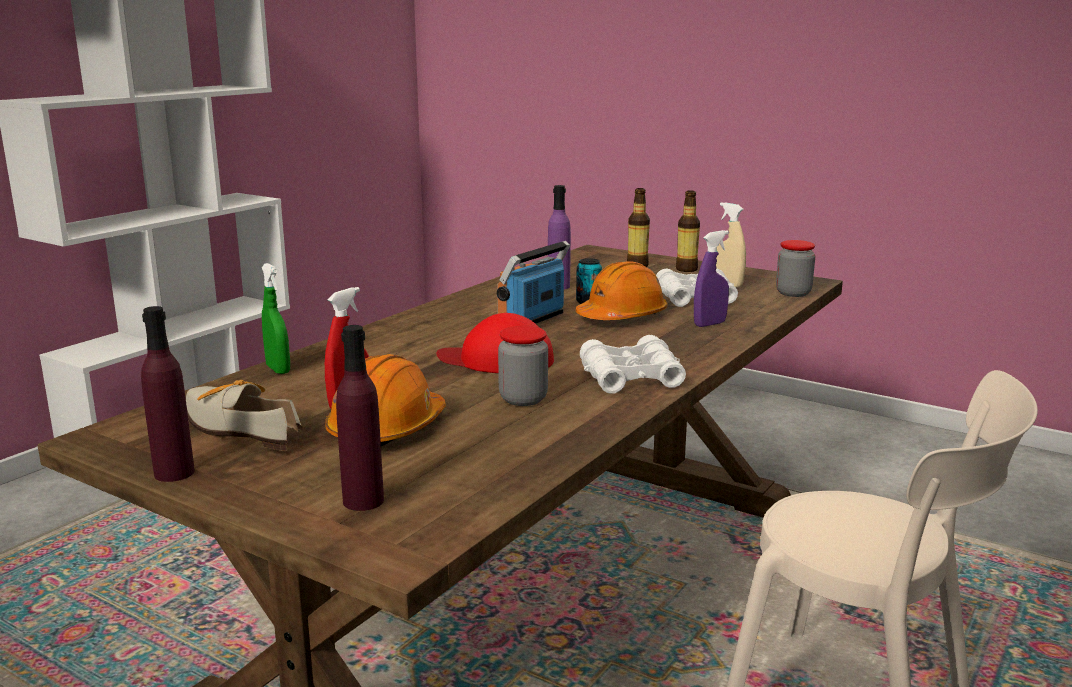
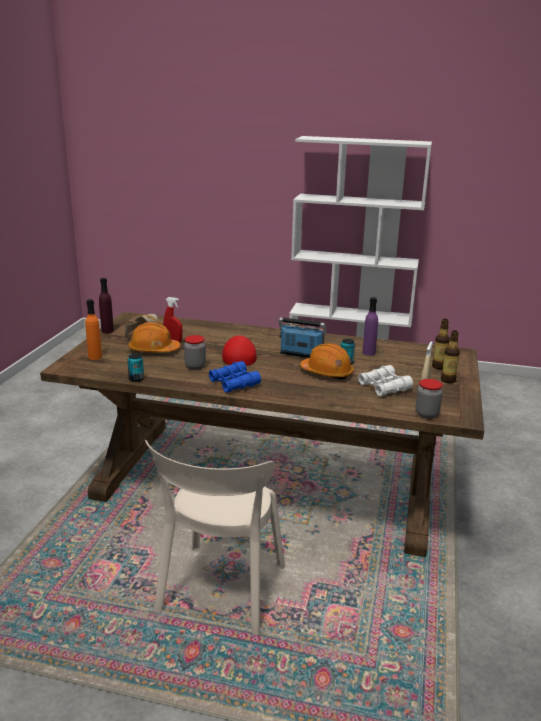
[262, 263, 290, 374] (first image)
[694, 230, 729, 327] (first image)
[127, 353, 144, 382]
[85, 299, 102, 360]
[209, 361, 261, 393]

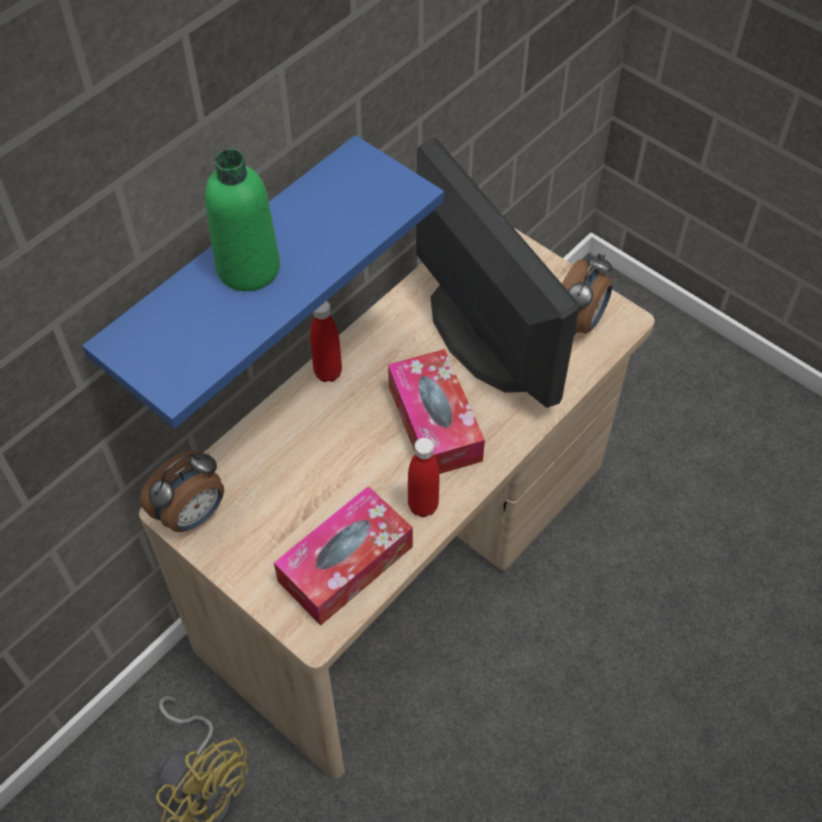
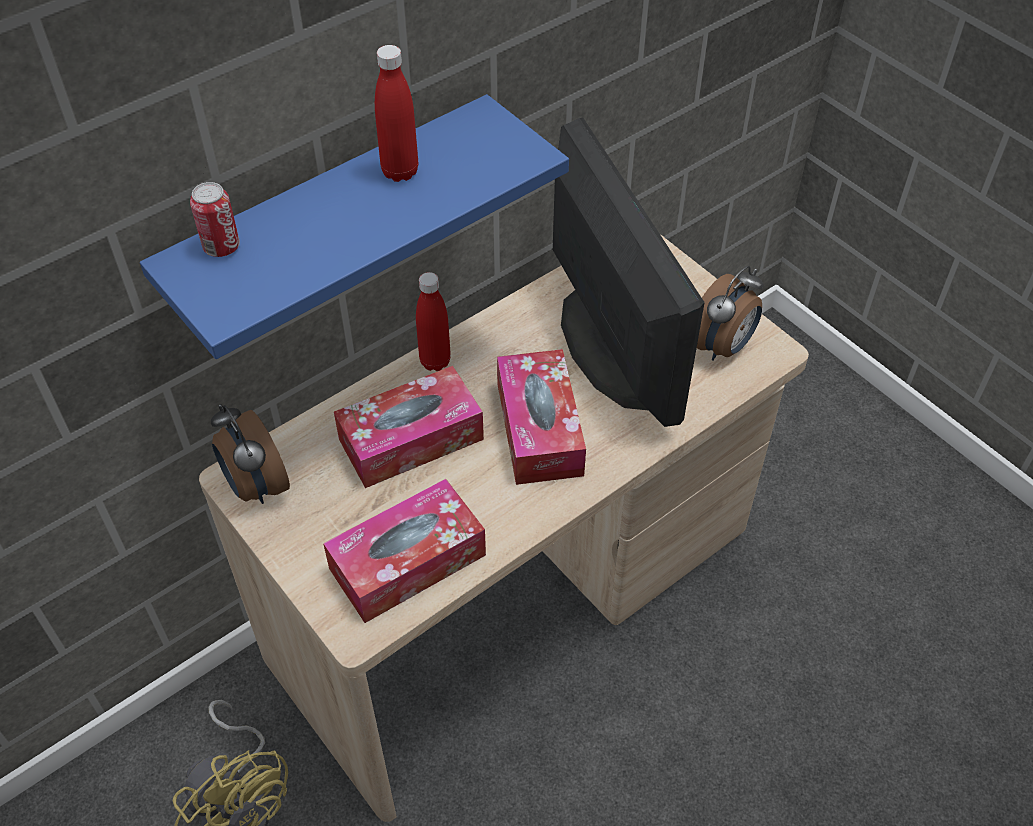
[205, 149, 280, 291] (first image)
[190, 182, 240, 257]
[334, 366, 484, 488]
[375, 45, 418, 182]
[211, 404, 290, 504]

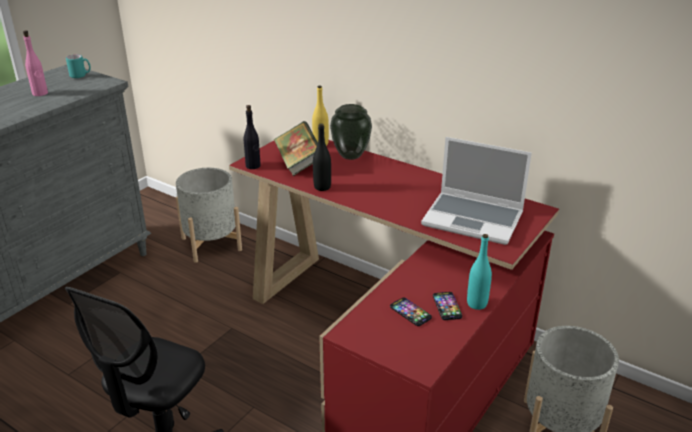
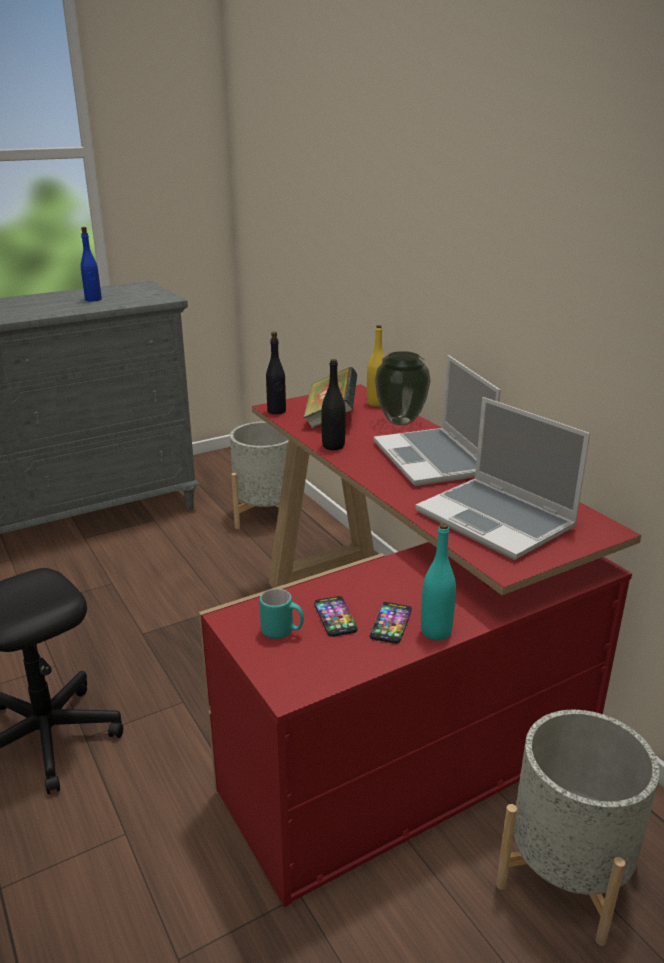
[373, 355, 501, 486]
[259, 589, 304, 639]
[81, 227, 102, 302]

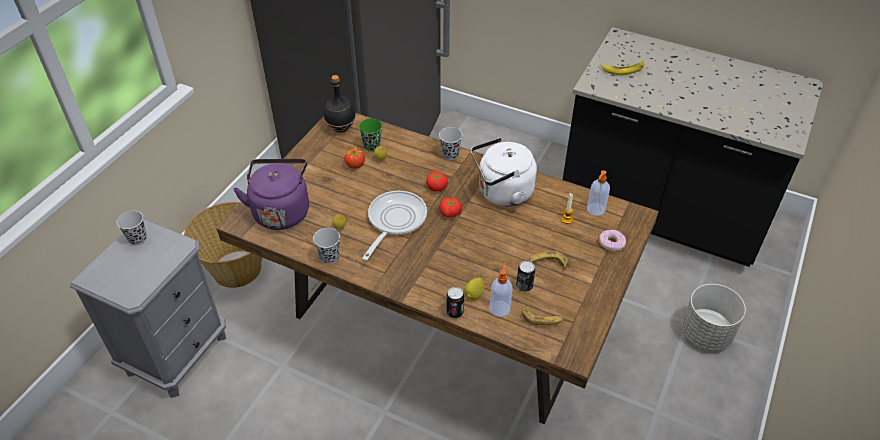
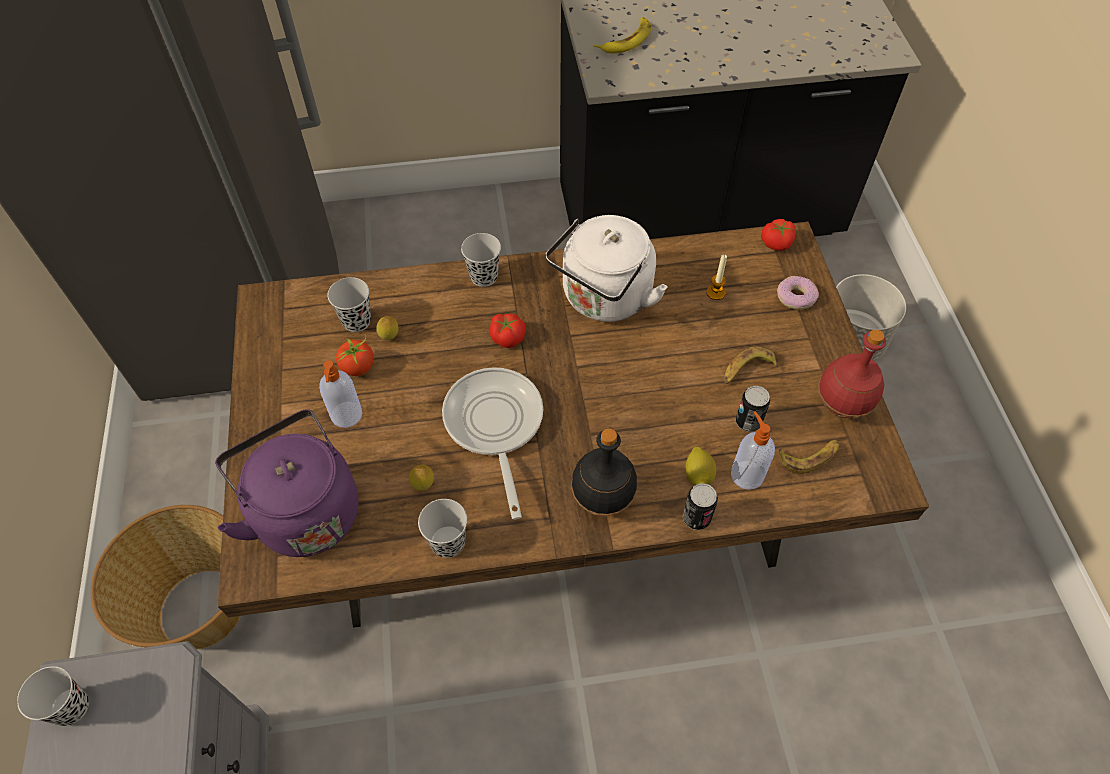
[818, 329, 886, 418]
[571, 429, 637, 516]
[761, 219, 796, 251]
[319, 360, 362, 428]
[327, 277, 371, 332]

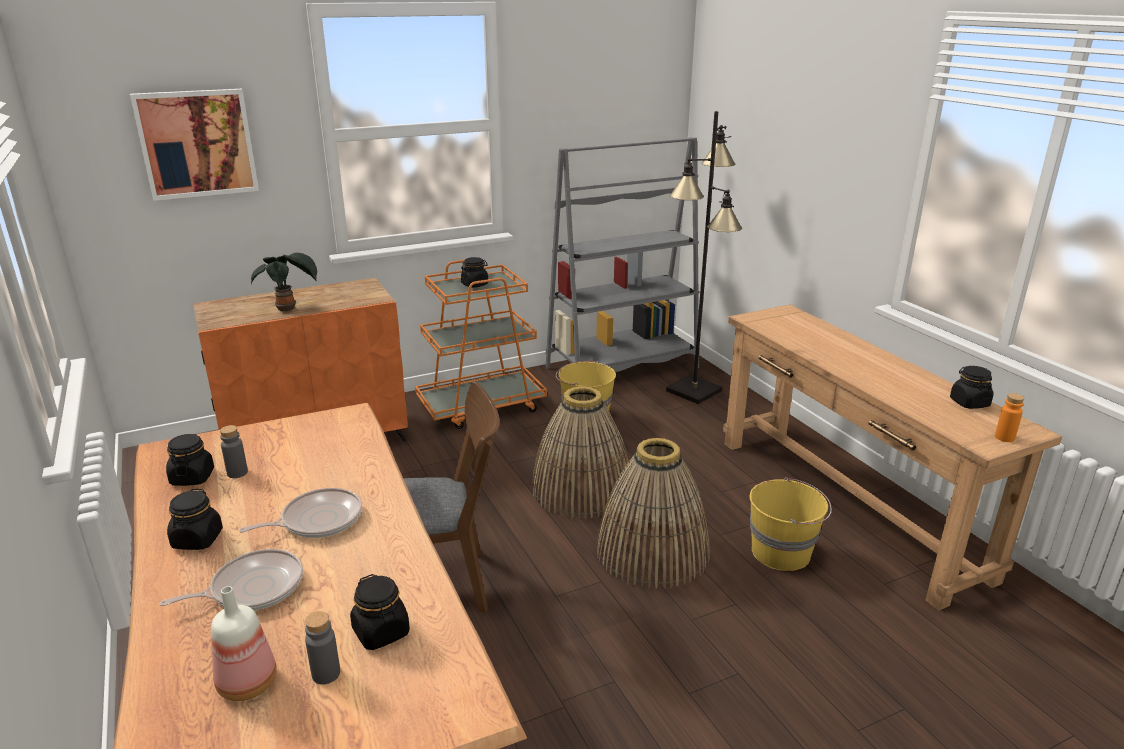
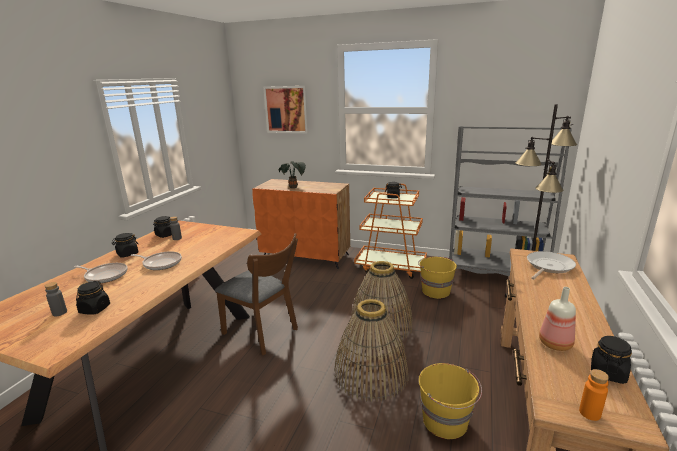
[527, 251, 576, 279]
[539, 287, 576, 351]

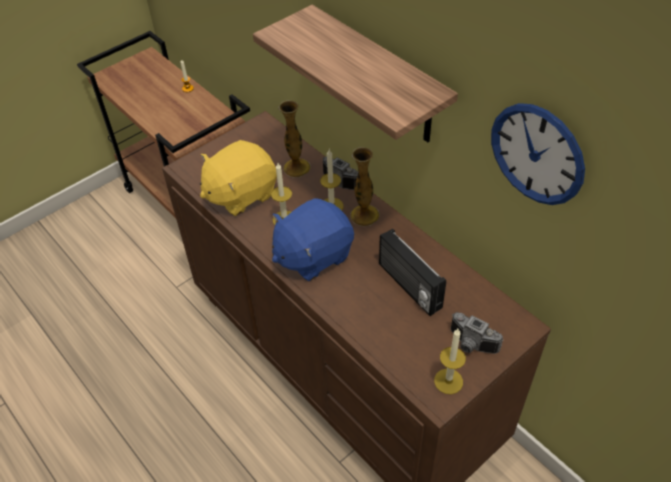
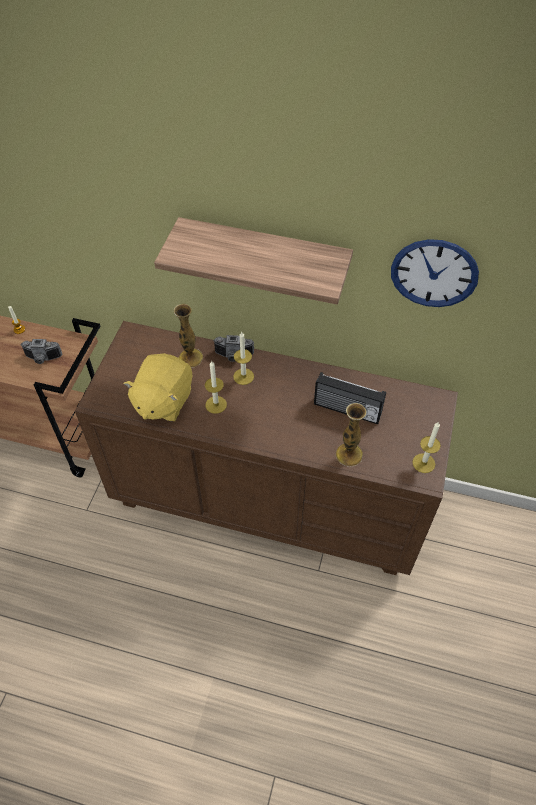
[272, 198, 354, 281] (first image)
[336, 403, 366, 467]
[20, 339, 62, 364]

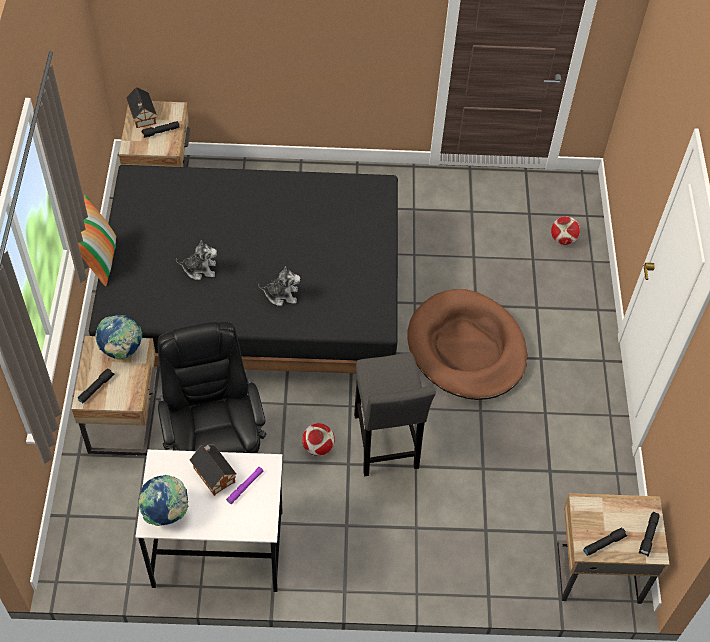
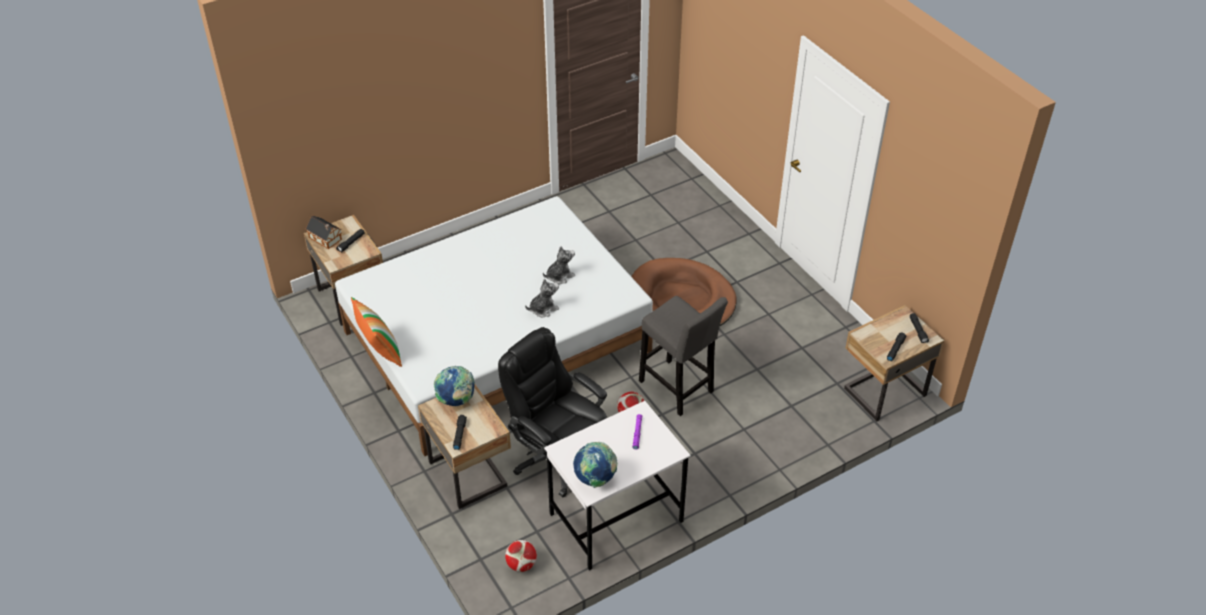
[190, 445, 236, 496] (first image)
[543, 246, 575, 284]
[505, 540, 537, 572]
[335, 196, 653, 456]

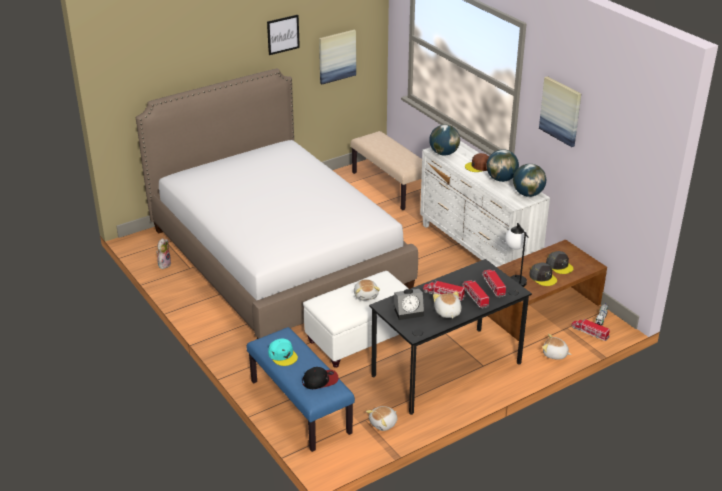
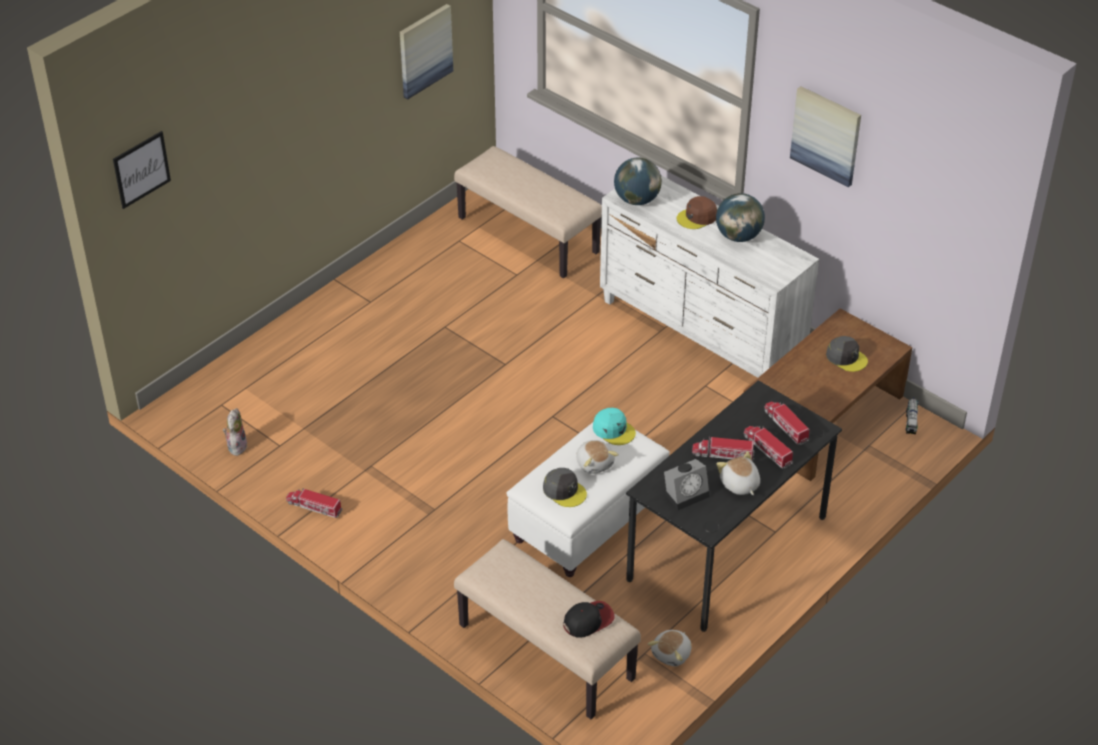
[136, 68, 418, 339] (first image)
[505, 223, 528, 287] (first image)
[513, 164, 546, 197] (first image)
[542, 334, 572, 359] (first image)
[113, 131, 171, 209]
[593, 408, 636, 445]
[543, 468, 587, 507]
[286, 489, 342, 518]
[454, 539, 641, 719]

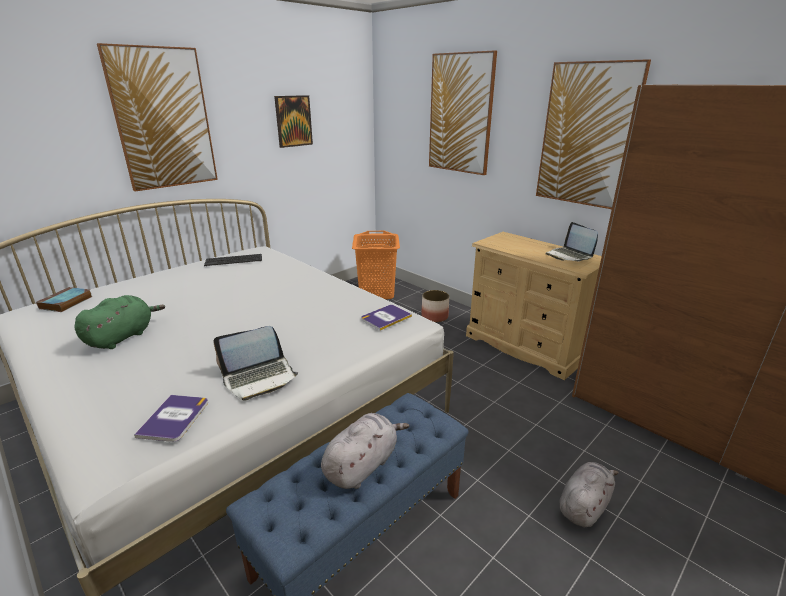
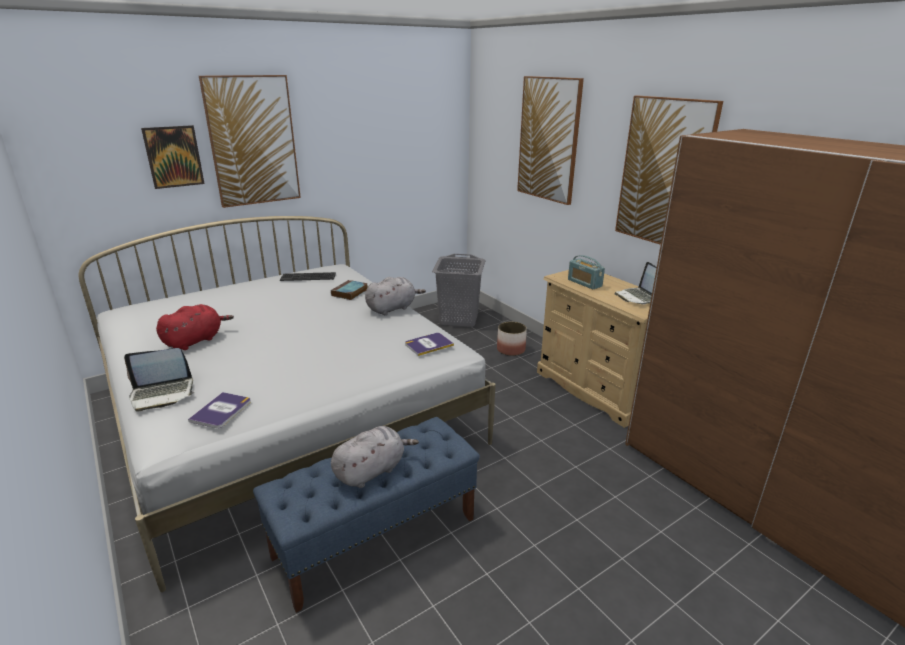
[568, 255, 605, 289]
[331, 280, 368, 300]
[124, 348, 194, 412]
[141, 125, 205, 189]
[365, 277, 426, 315]
[156, 304, 234, 350]
[432, 254, 486, 327]

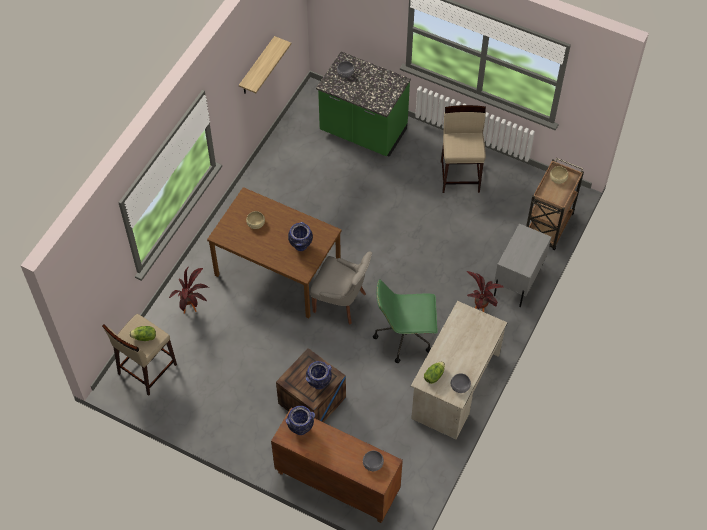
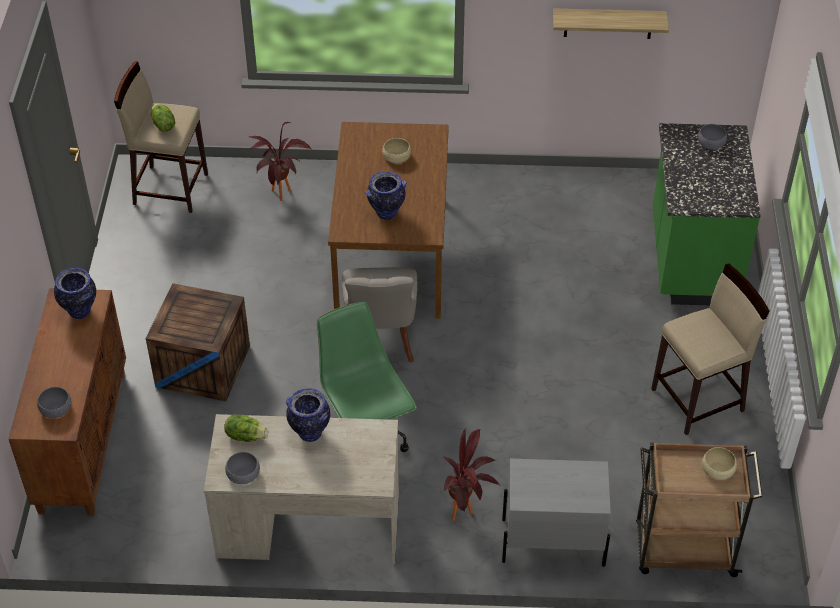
[286, 388, 330, 442]

